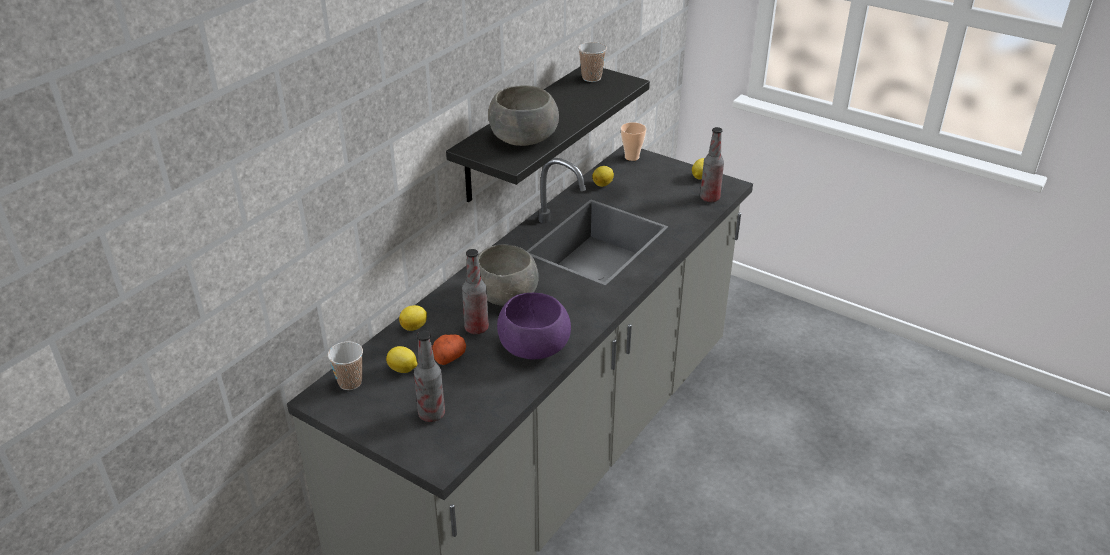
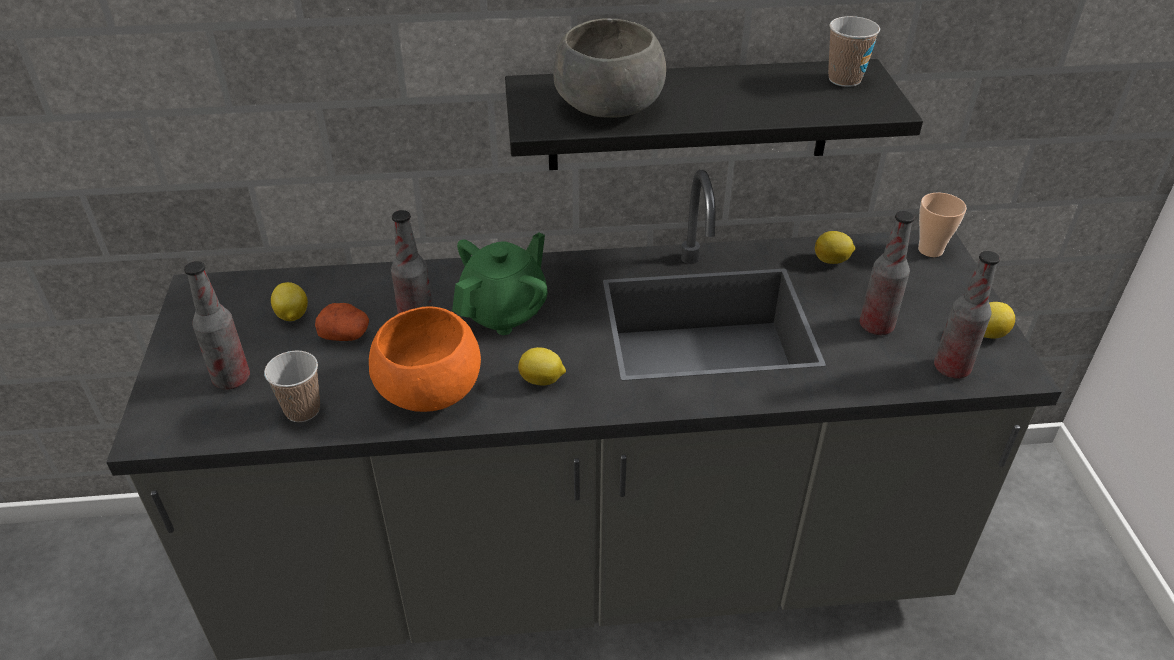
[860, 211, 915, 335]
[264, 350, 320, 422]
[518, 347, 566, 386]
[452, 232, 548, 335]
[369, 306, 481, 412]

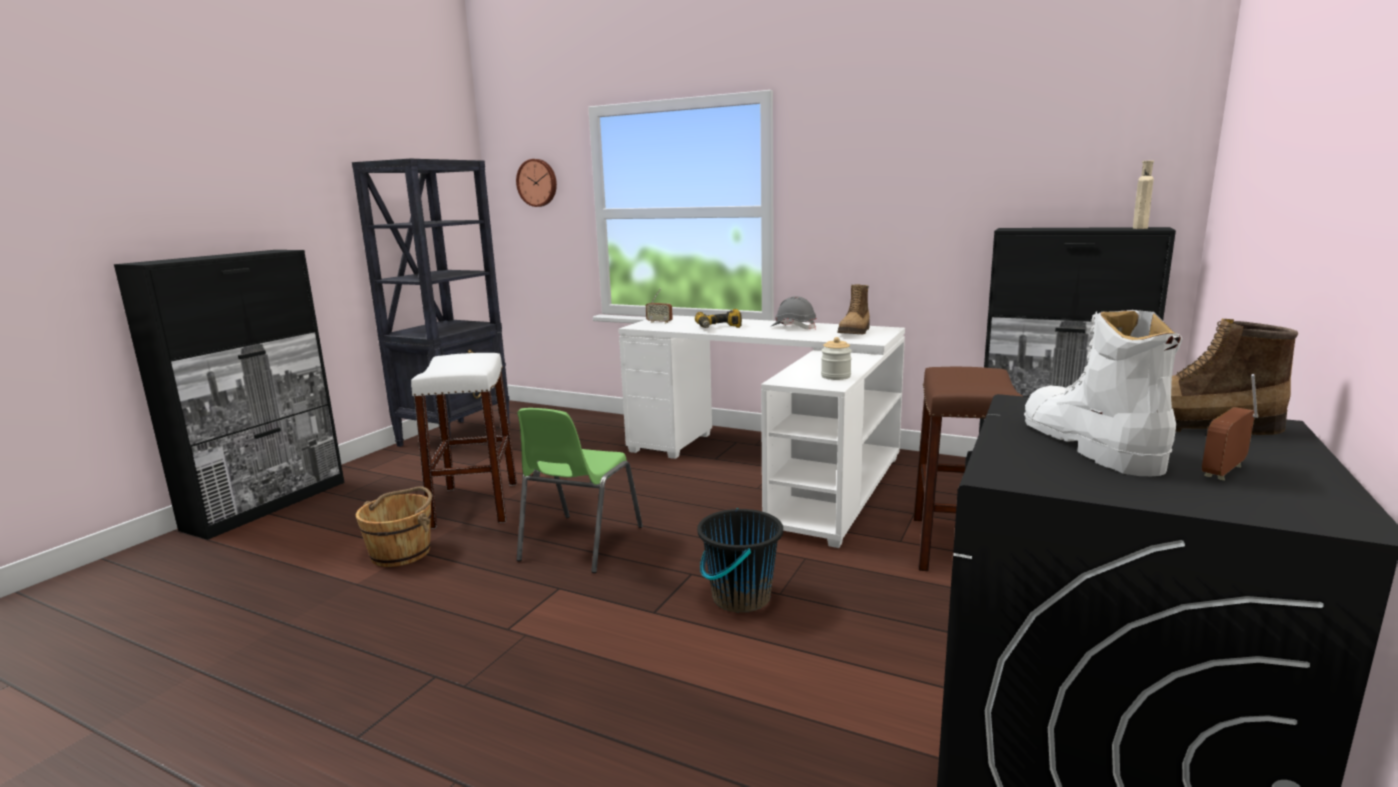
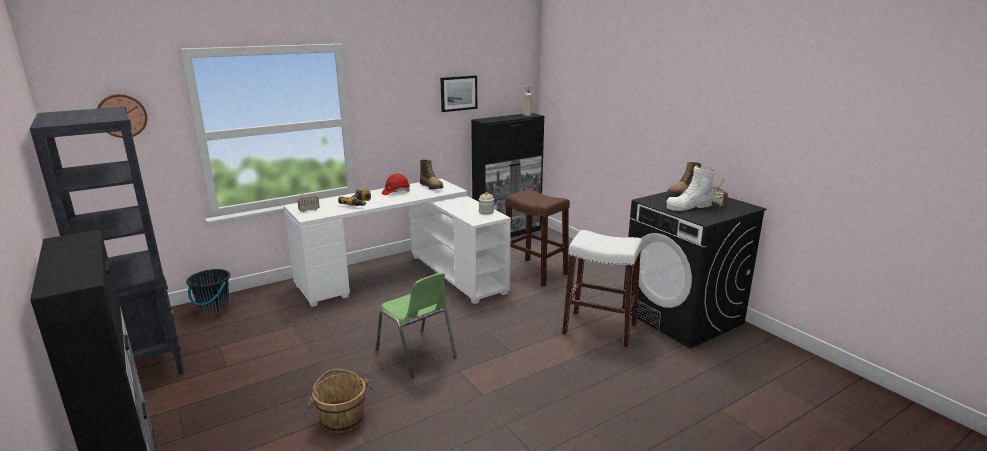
[440, 75, 477, 112]
[562, 230, 643, 348]
[186, 269, 230, 316]
[382, 173, 410, 195]
[666, 165, 715, 211]

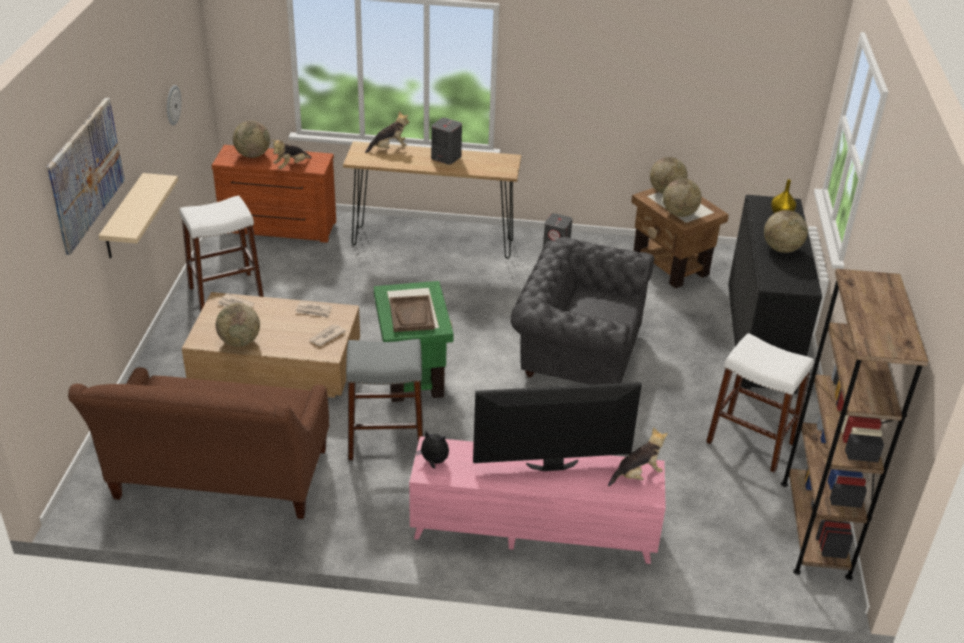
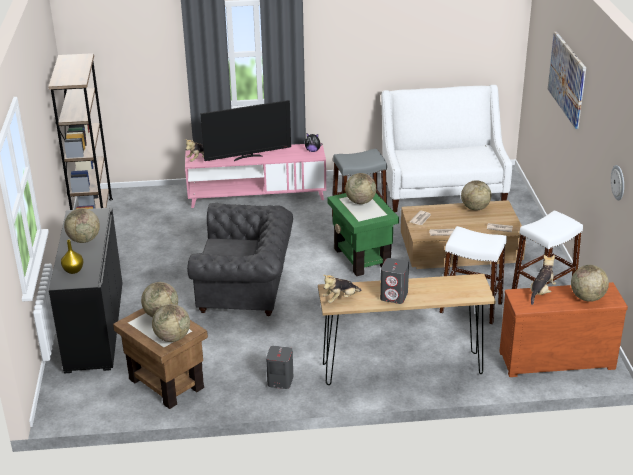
[99, 173, 178, 258] (first image)
[323, 275, 362, 303]
[439, 226, 507, 325]
[345, 173, 376, 204]
[381, 85, 512, 212]

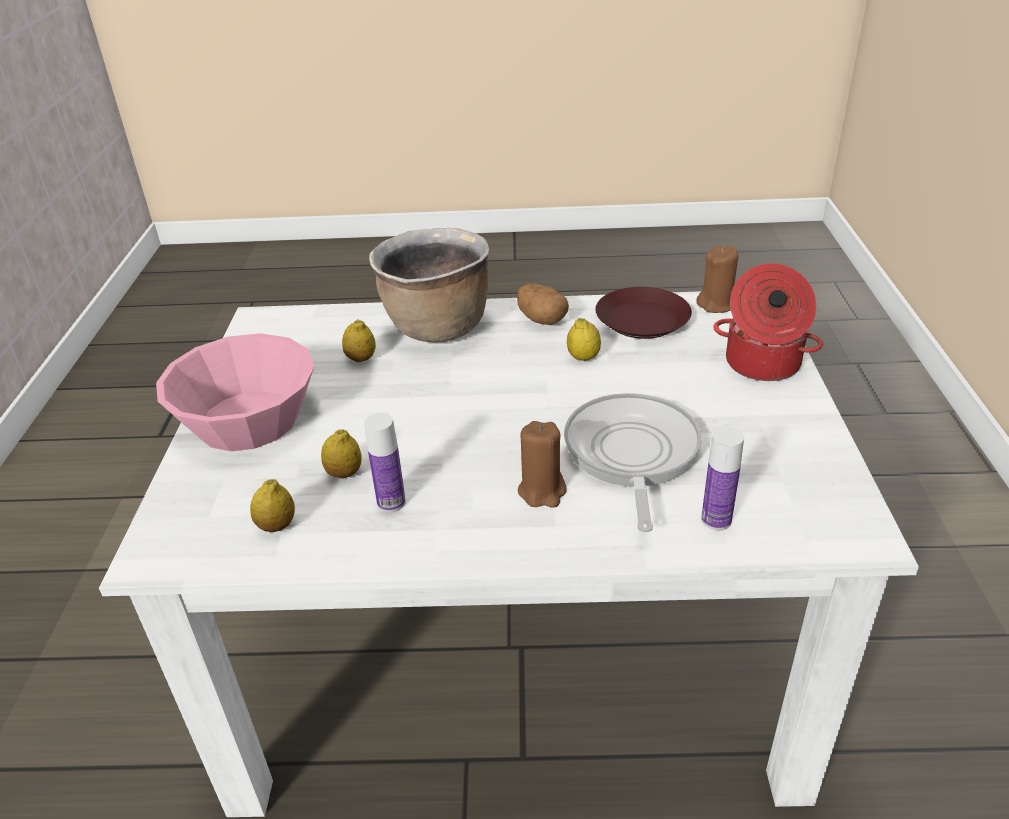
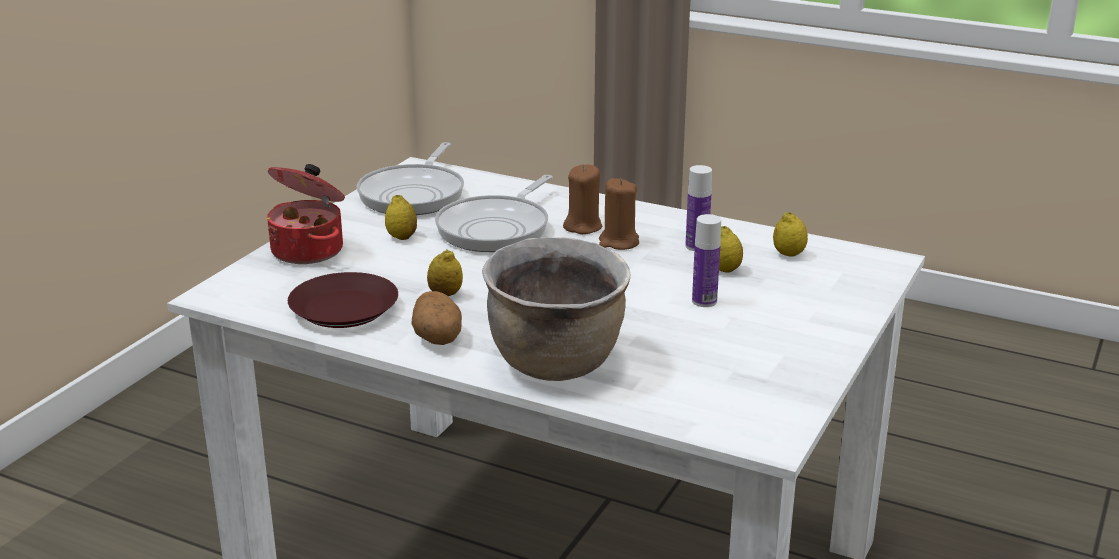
[156, 333, 314, 451] (first image)
[357, 142, 464, 215]
[385, 195, 417, 240]
[599, 178, 639, 250]
[692, 214, 721, 307]

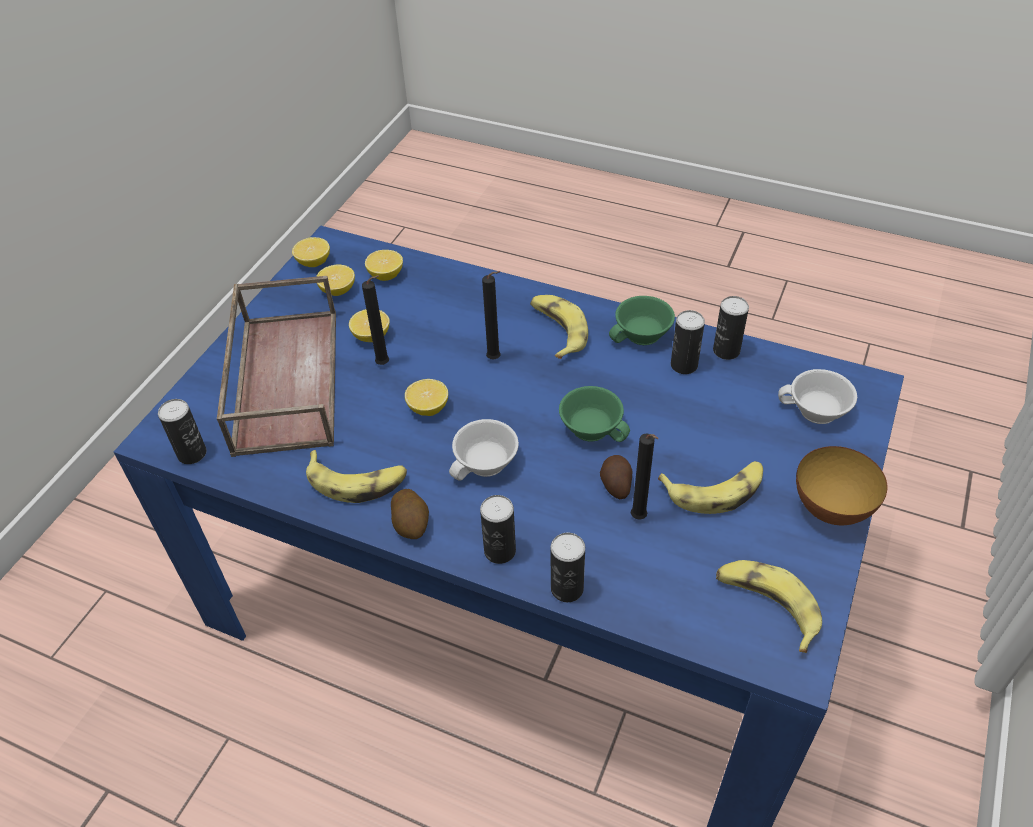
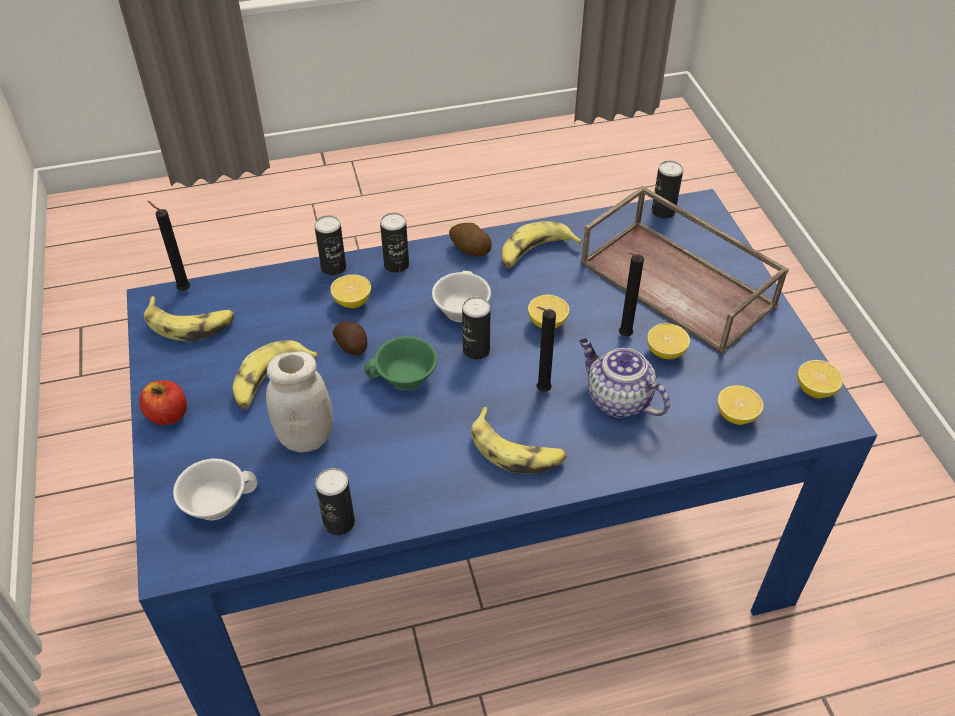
[609, 296, 675, 345] (first image)
[266, 351, 333, 453]
[579, 338, 670, 417]
[330, 274, 371, 309]
[147, 201, 190, 291]
[462, 297, 491, 360]
[139, 380, 187, 425]

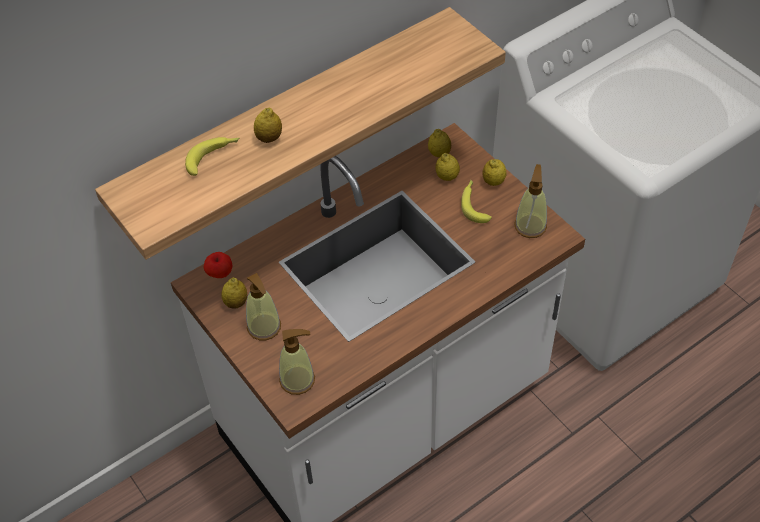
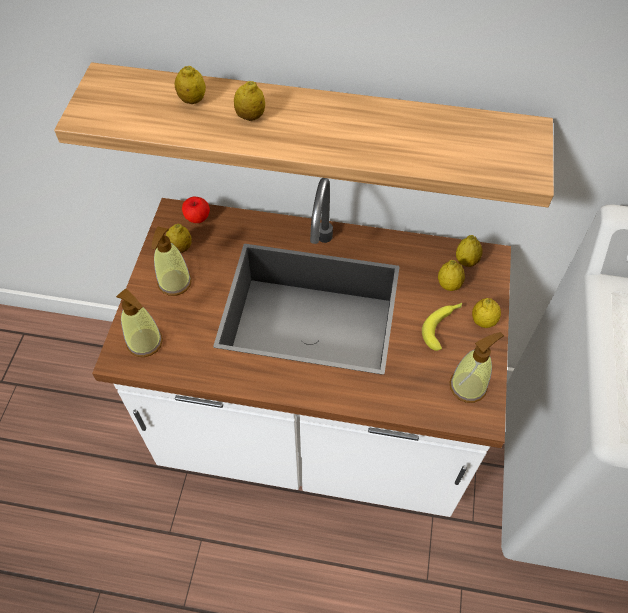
[175, 66, 206, 104]

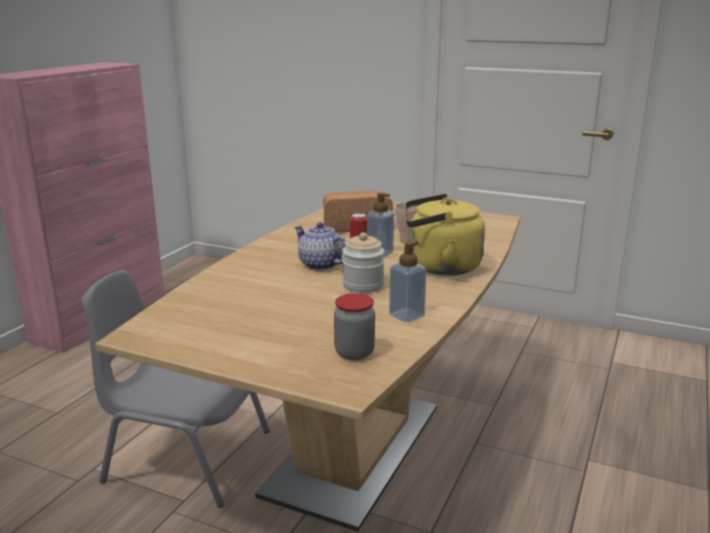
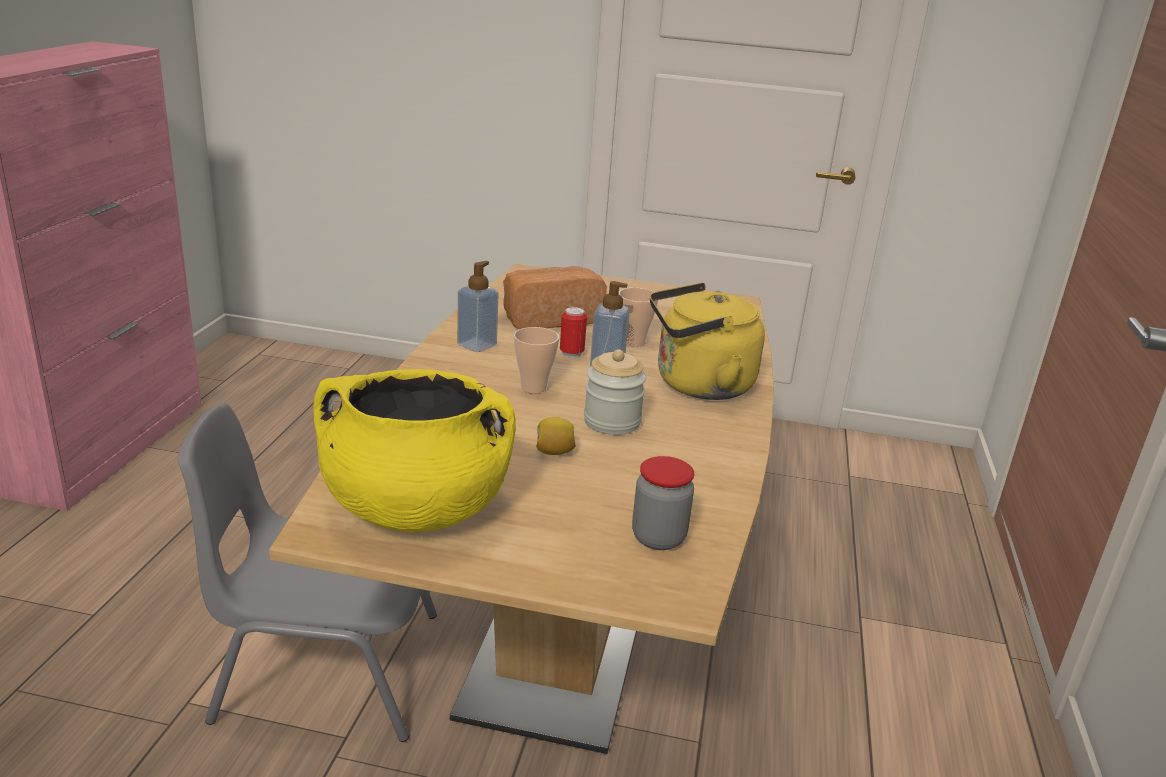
[313, 369, 516, 532]
[536, 417, 576, 455]
[457, 261, 499, 352]
[514, 327, 559, 394]

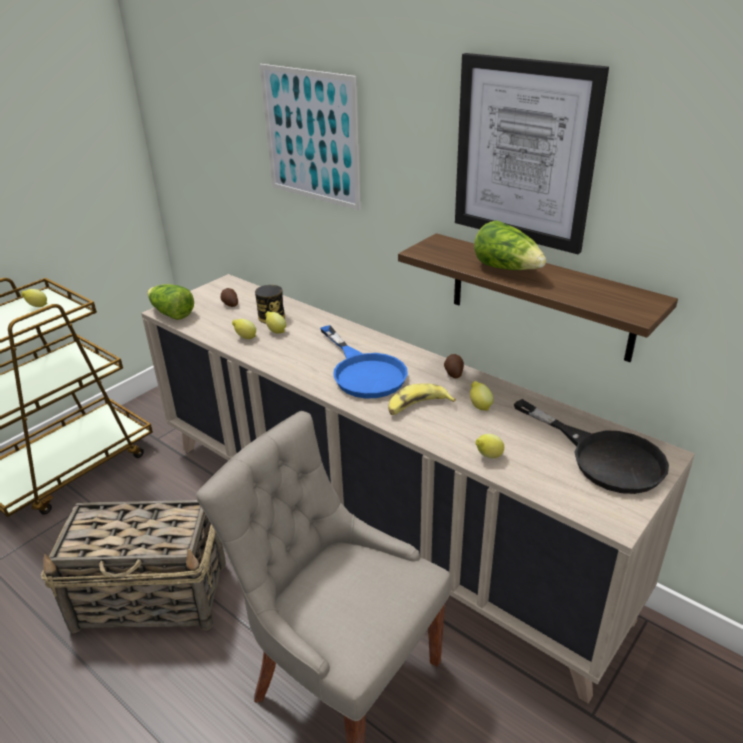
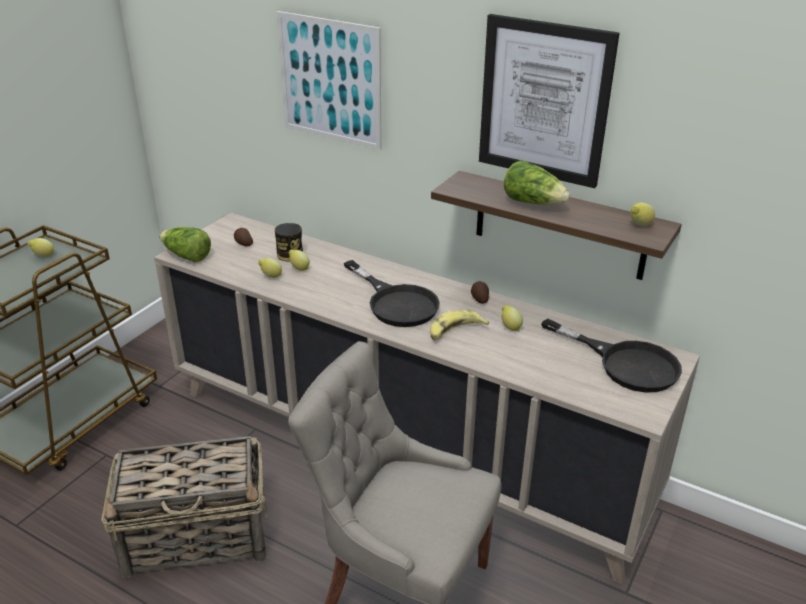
[630, 202, 655, 226]
[344, 260, 440, 327]

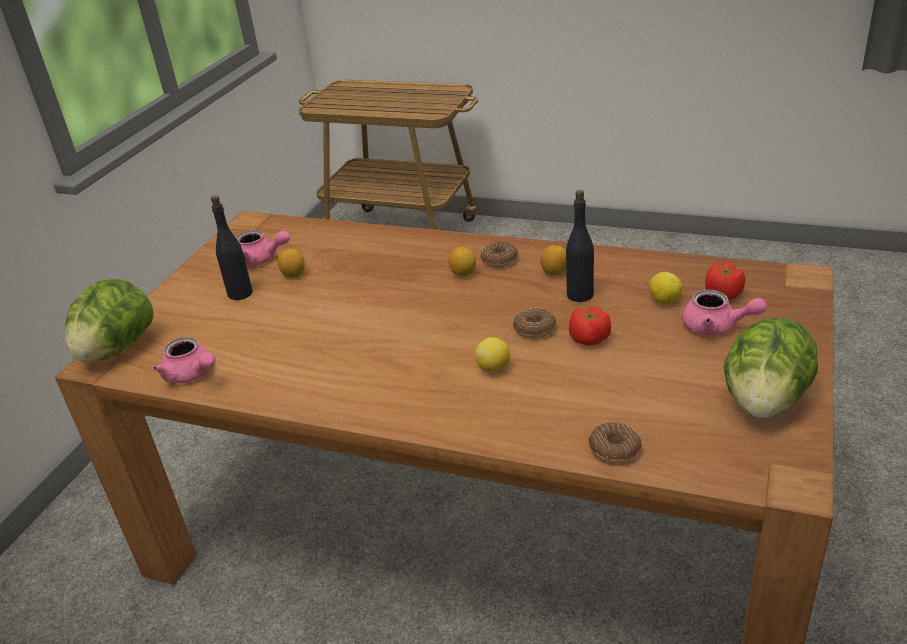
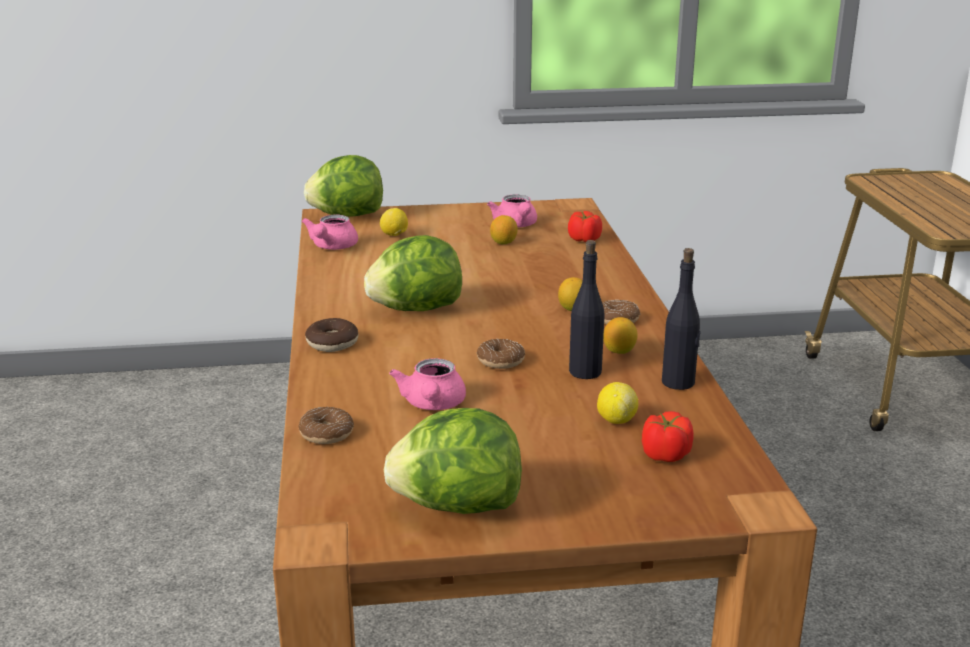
[305, 318, 359, 352]
[364, 235, 462, 311]
[662, 248, 701, 390]
[380, 208, 408, 236]
[568, 211, 602, 242]
[389, 358, 466, 410]

